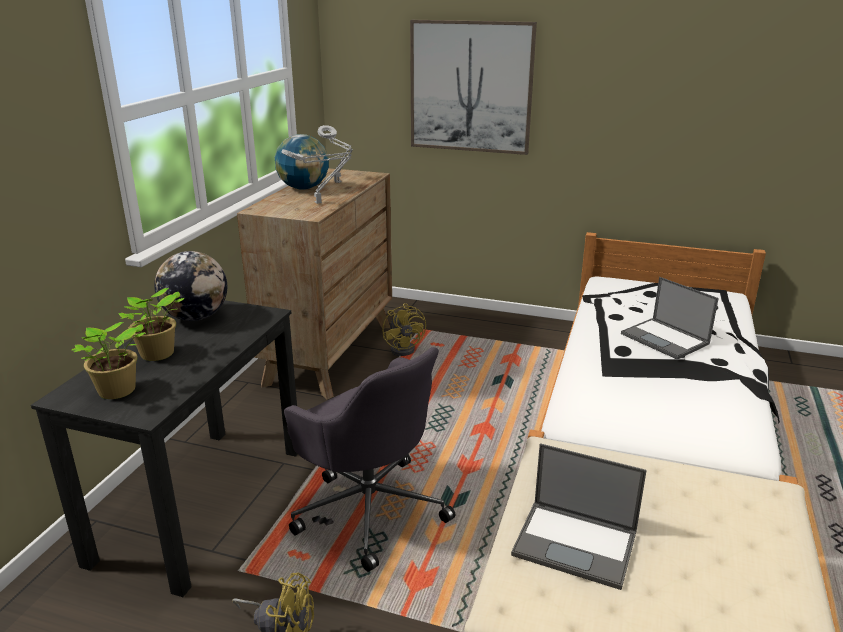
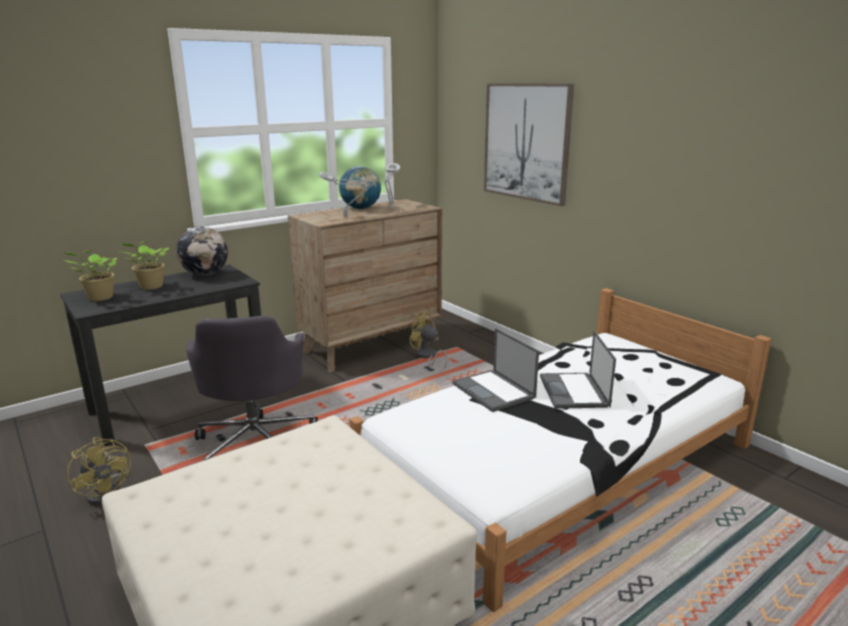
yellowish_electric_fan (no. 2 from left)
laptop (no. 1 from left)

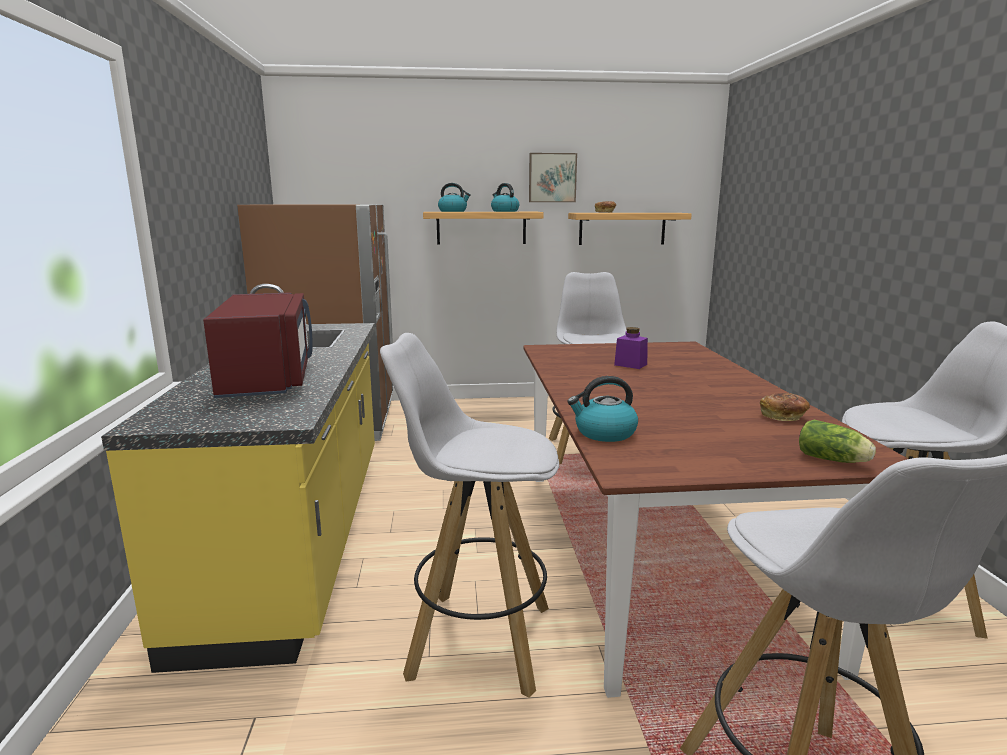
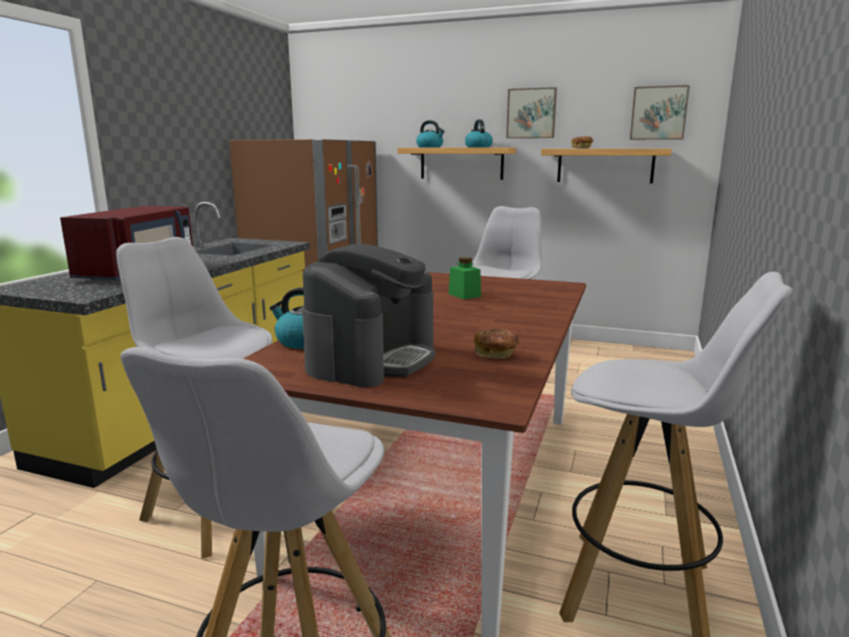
green_jar
lettuce
wall_art (no. 2 from left)
coffee_maker

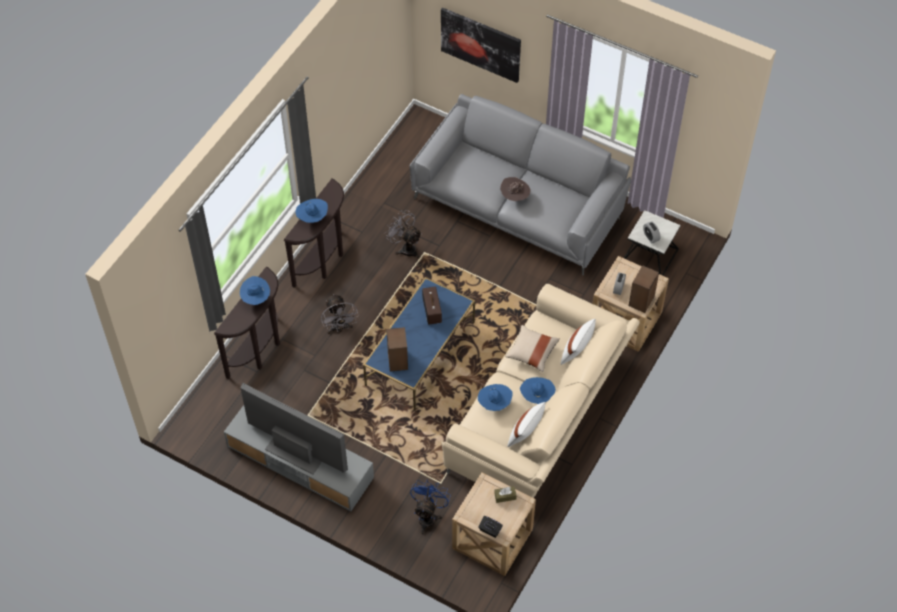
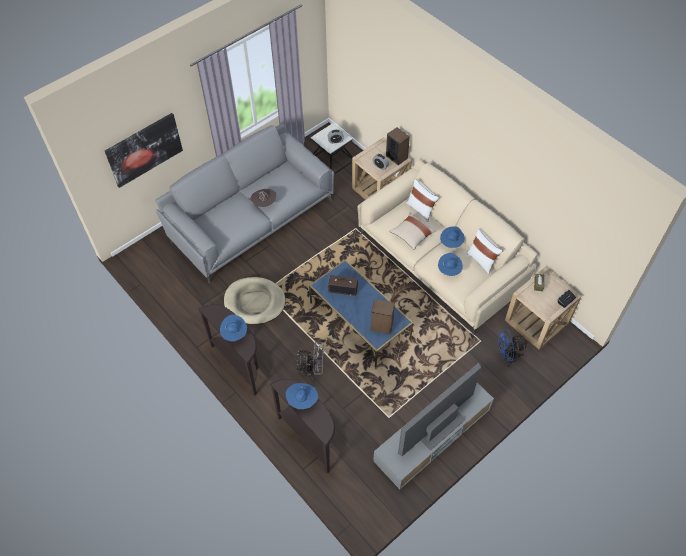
beige-coloured_dog_bed
blue_electric_fan

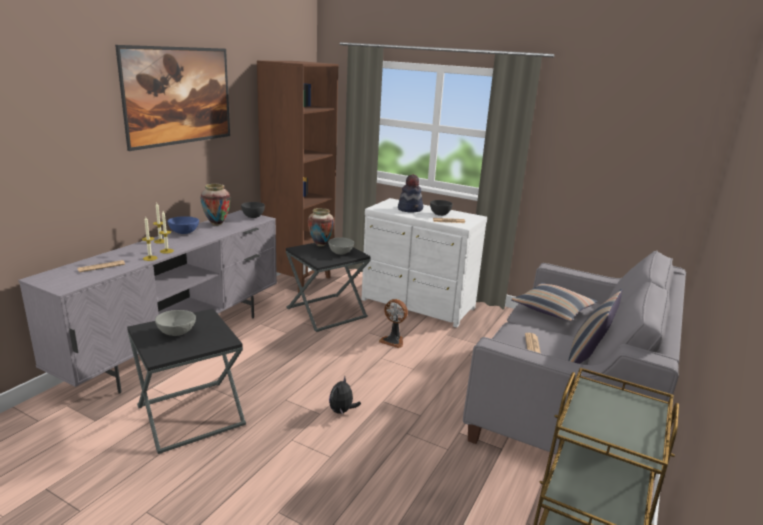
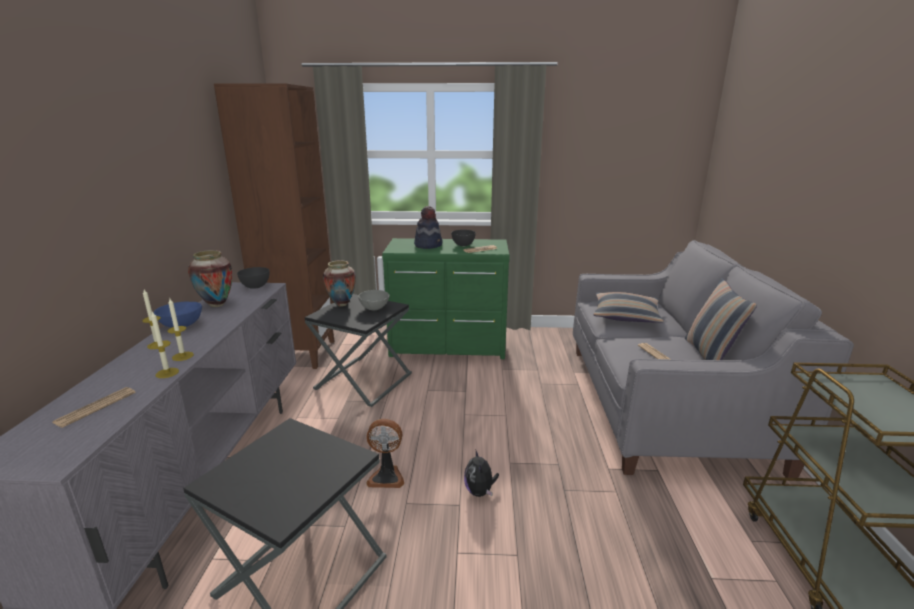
wall_art
green_drawer_chest
electric_fan
grey_bowl (no. 1 from left in the first image)

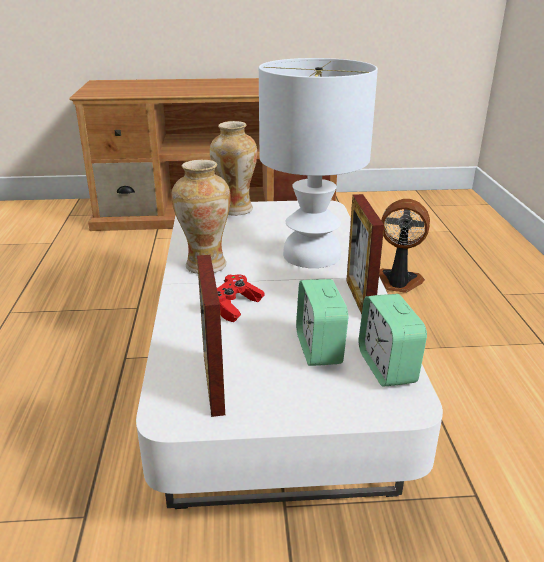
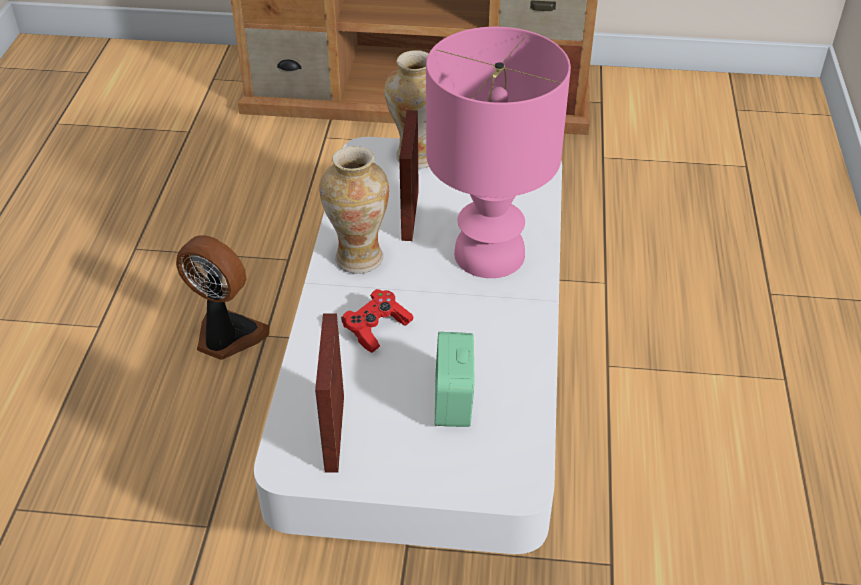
pink-coloured_lamp_for_a_table
picture_frame (no. 2 from left)
electric_fan
alarm_clock (no. 2 from left in the first image)

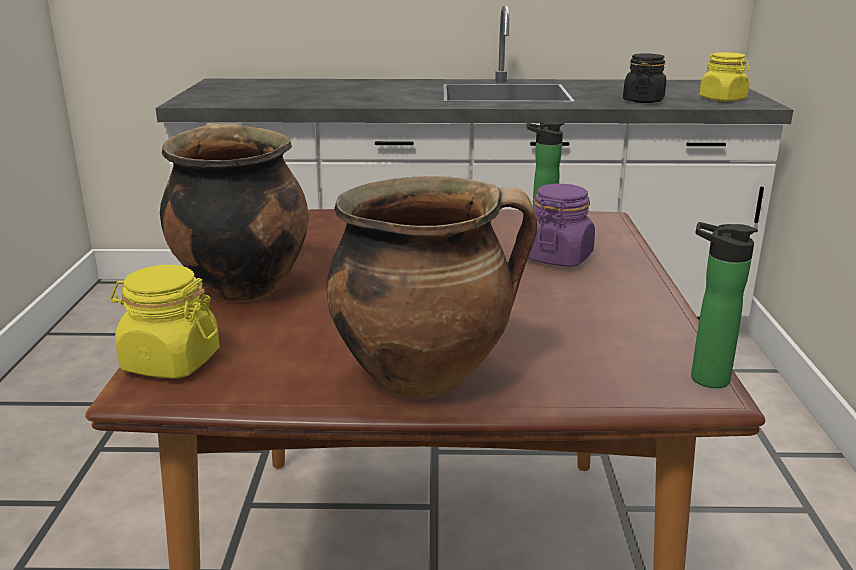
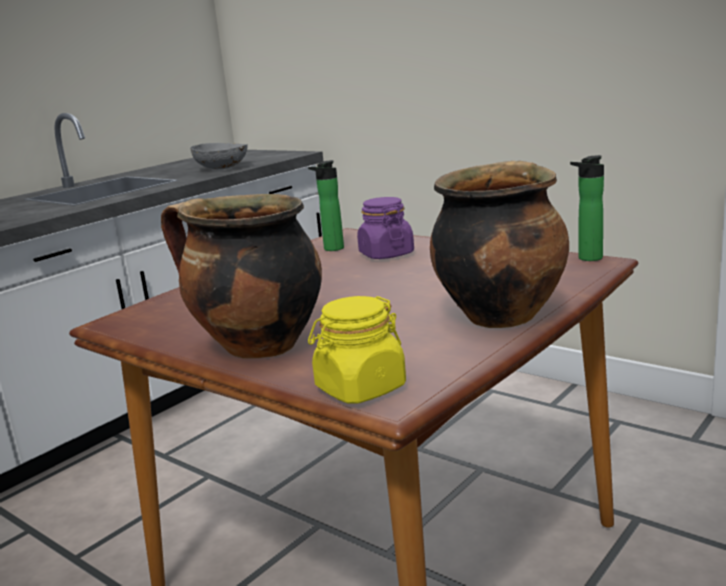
yellowish_jar (no. 2 from left in the first image)
grey_bowl

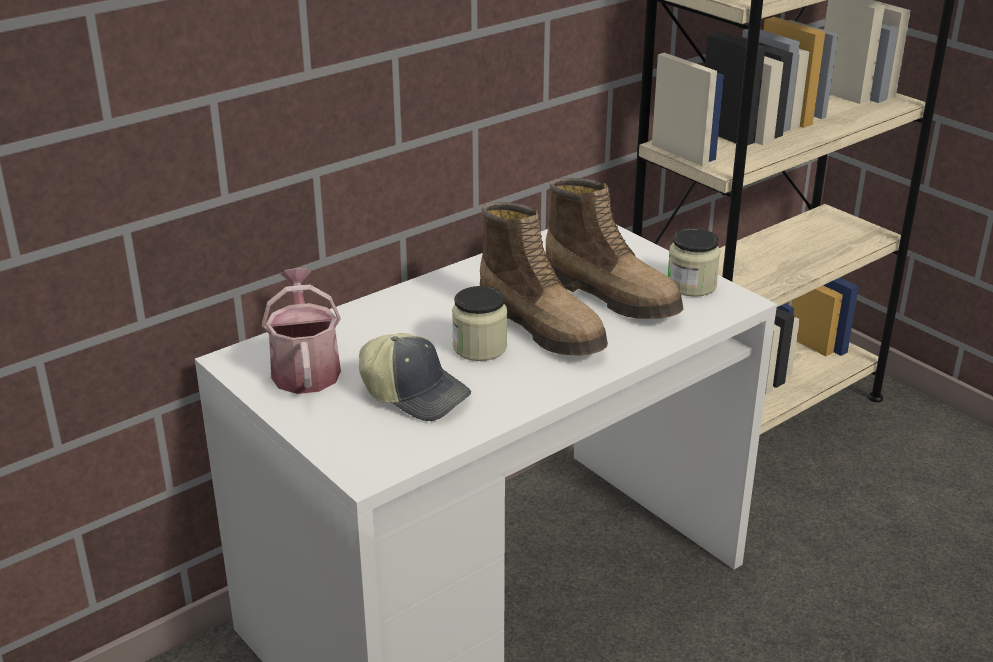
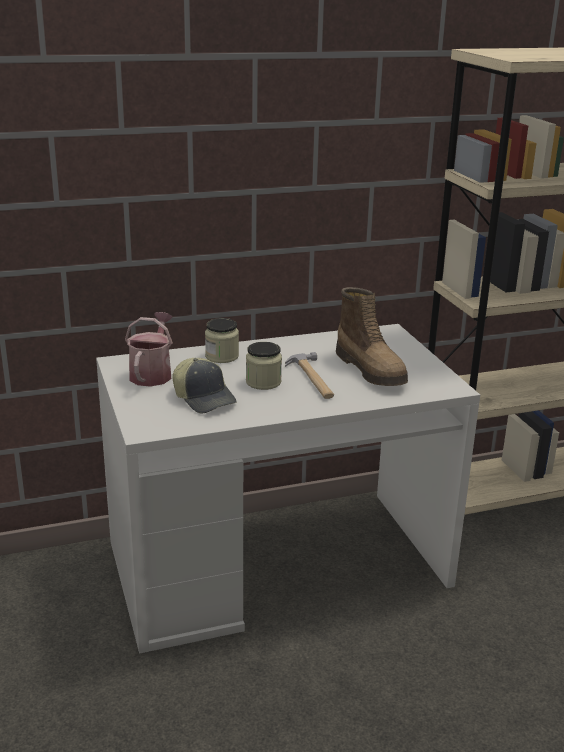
tool_hammer
jar (no. 1 from left)

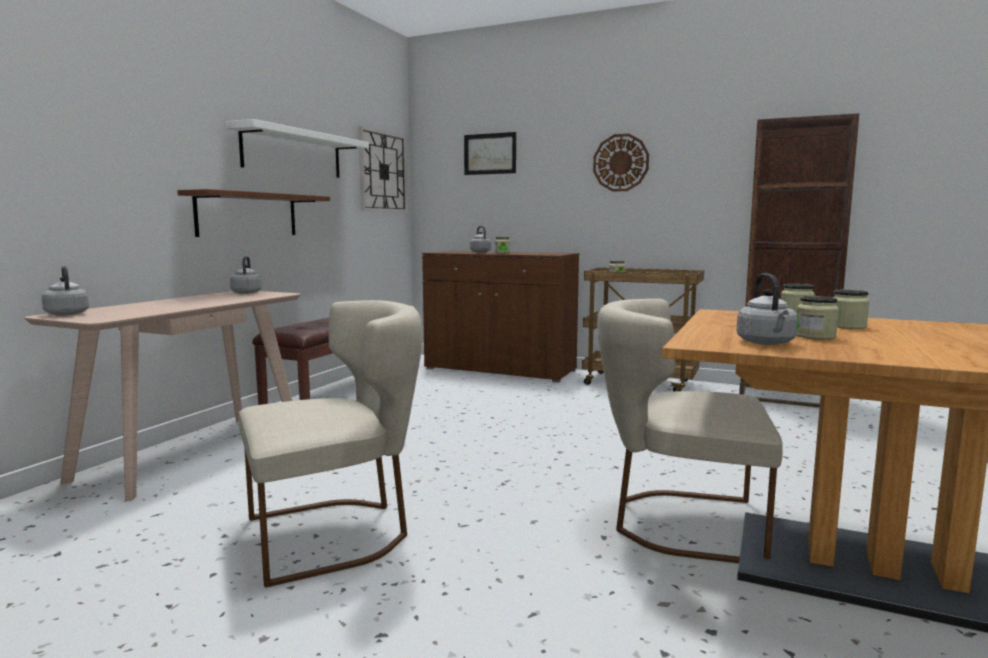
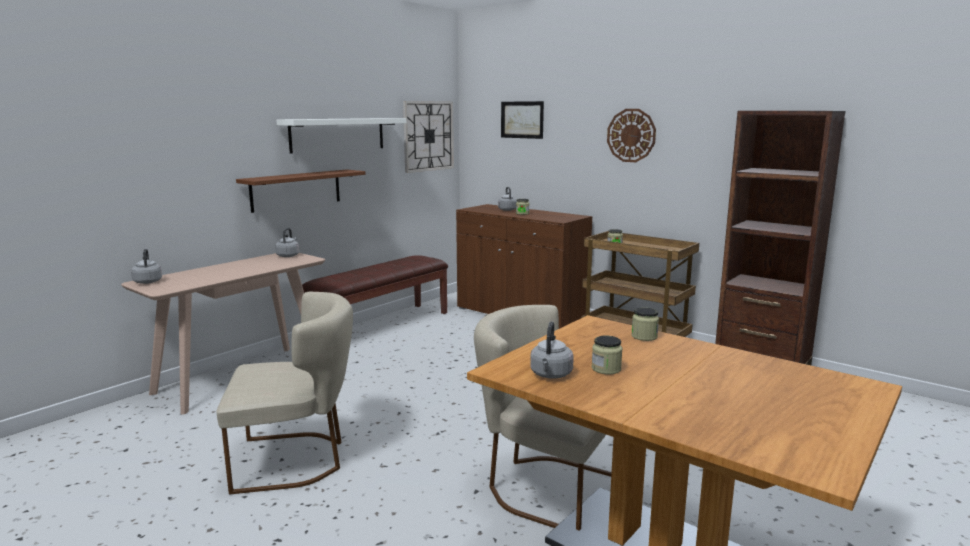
jar (no. 5 from left in the first image)

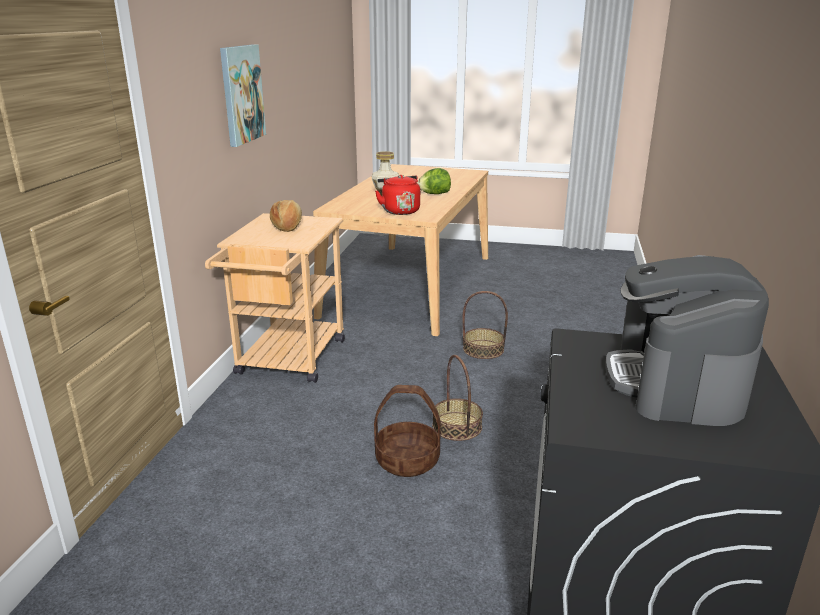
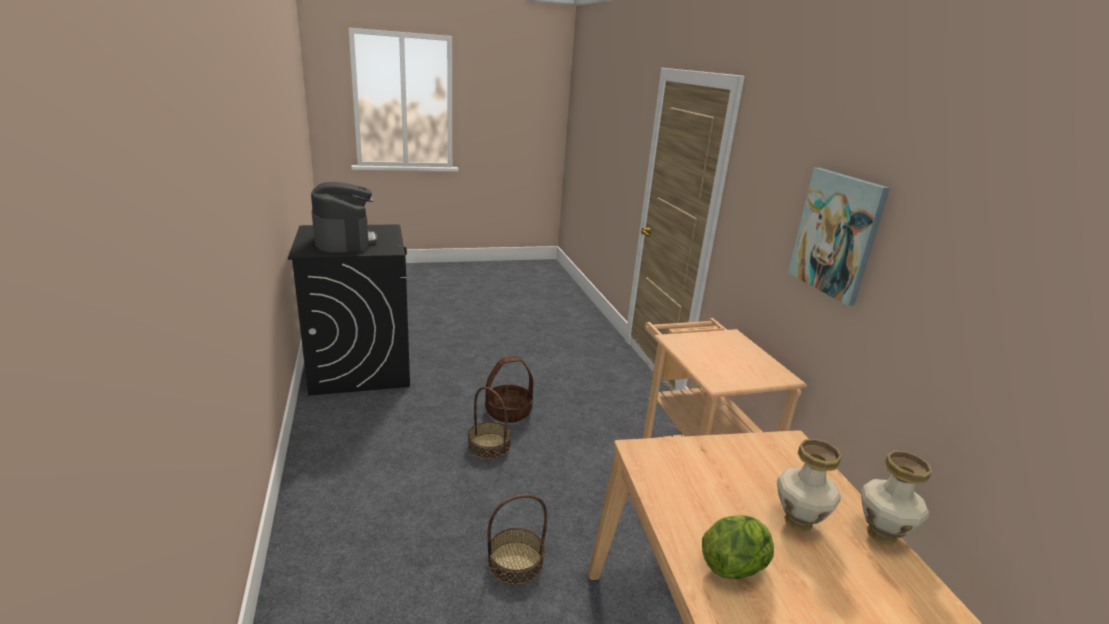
red-coloured_water_kettle
baked_bread
flower_vase (no. 2 from left)

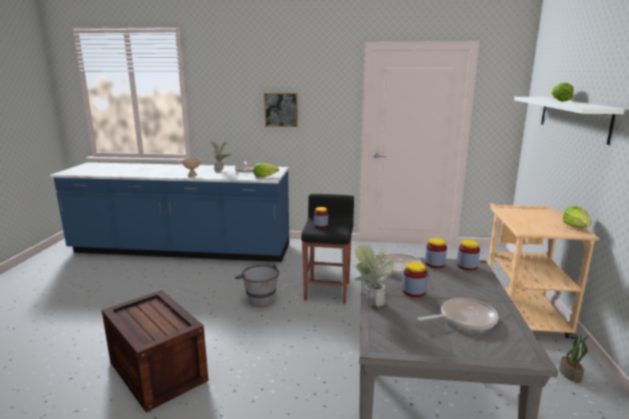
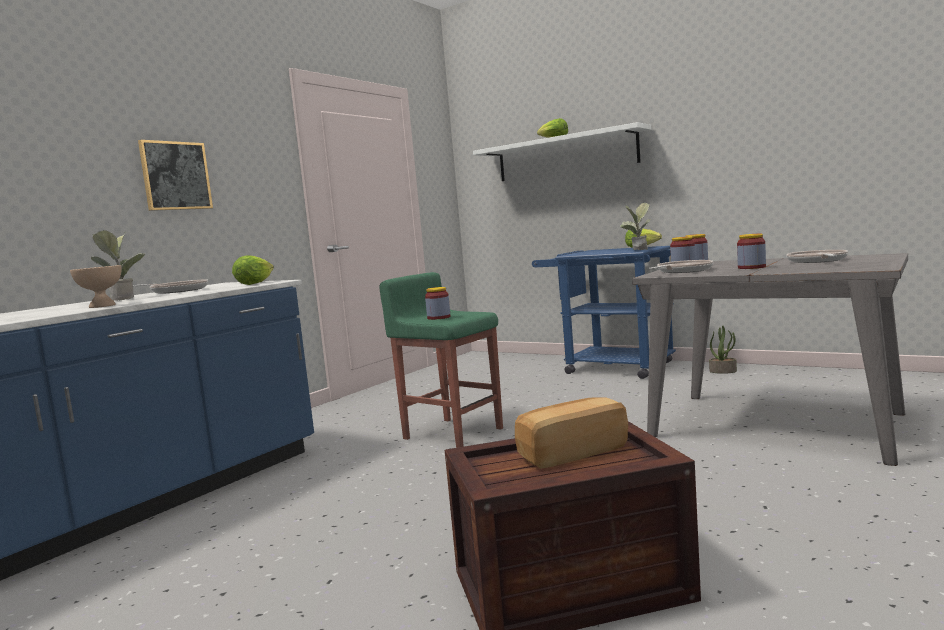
green_stool
blue_cart
plant_in_a_pot (no. 2 from left)
grey_water_bucket
baked_bread

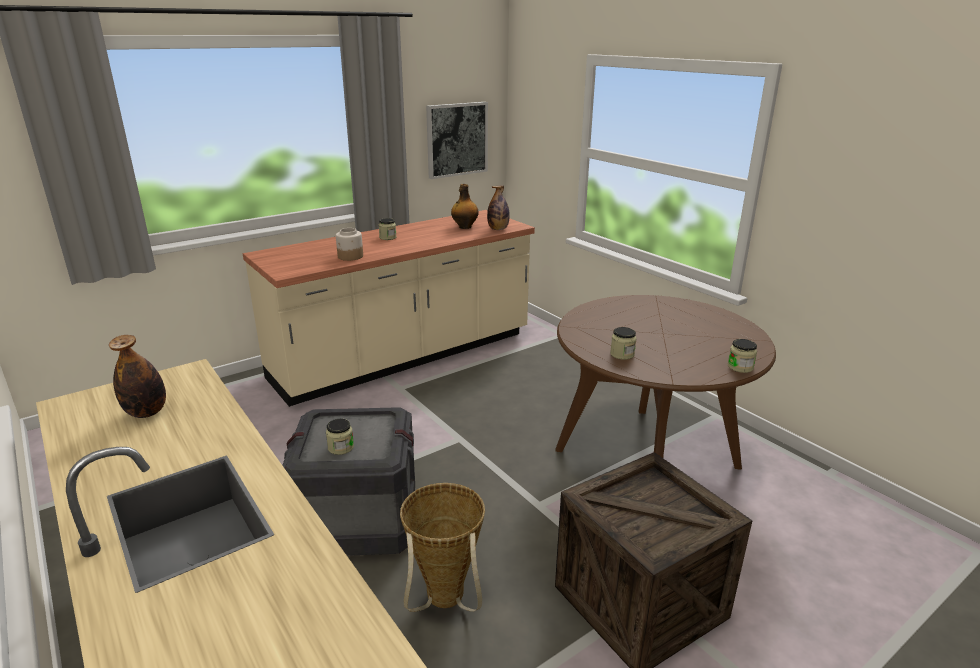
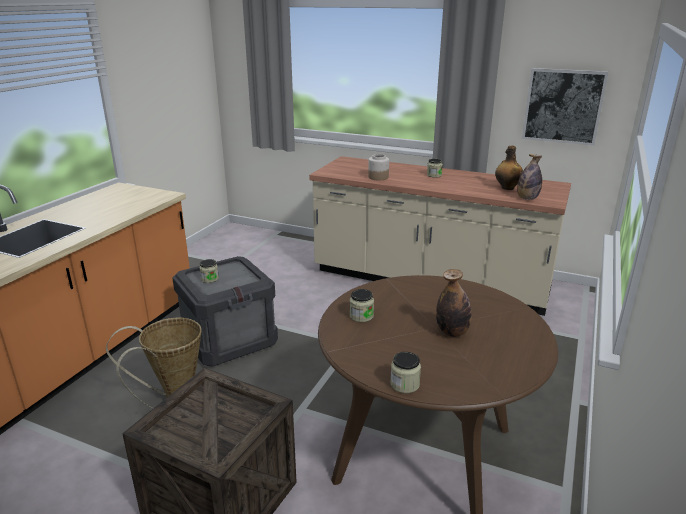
drink_bottle (no. 1 from left)

